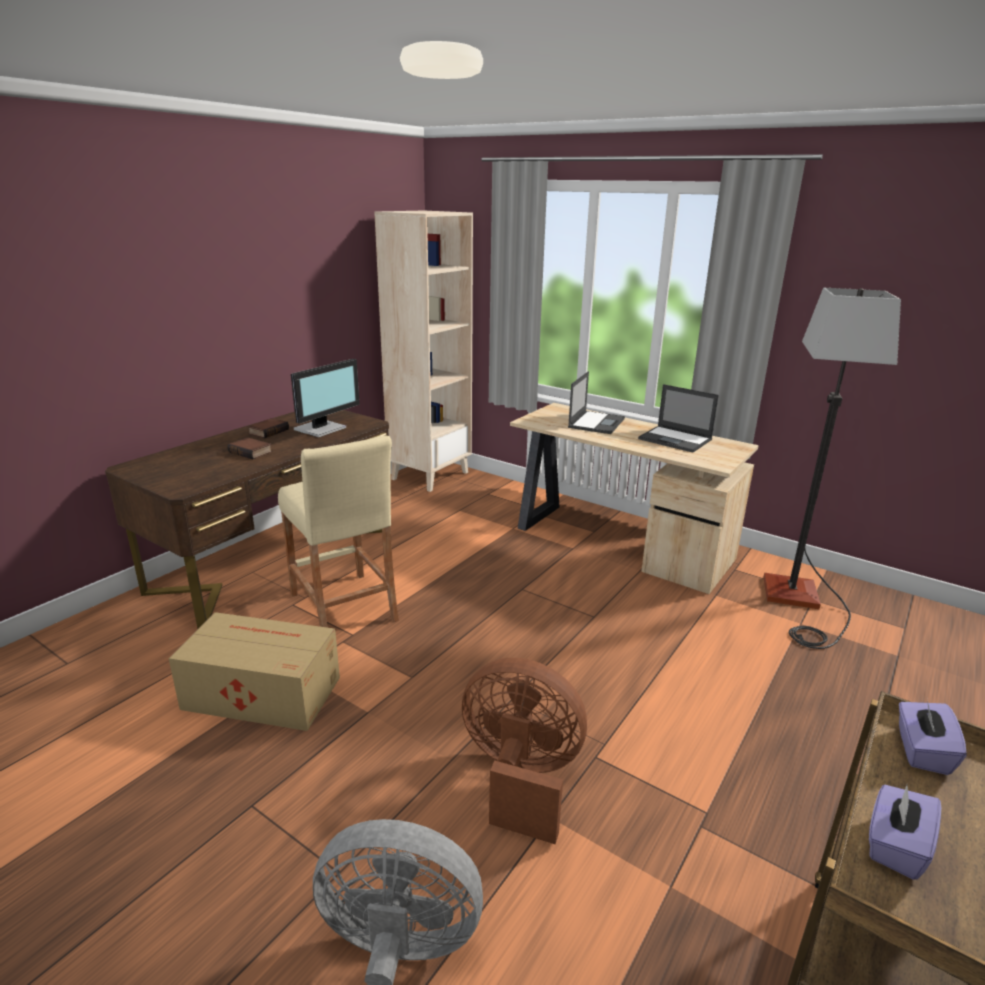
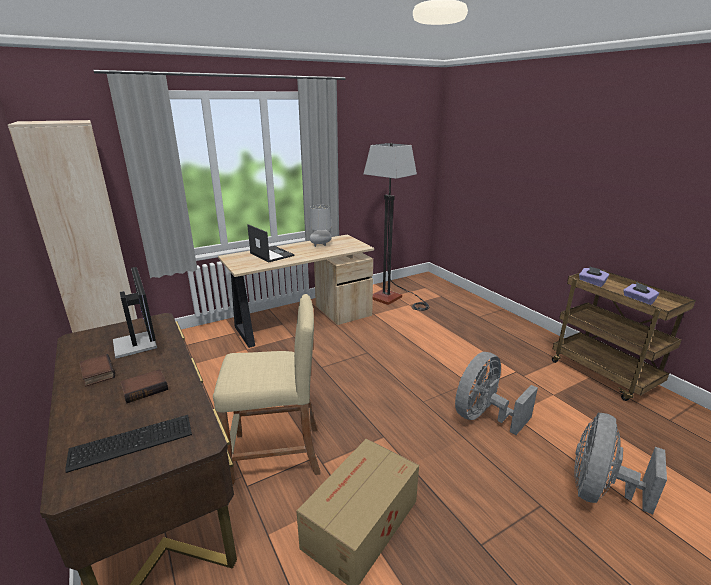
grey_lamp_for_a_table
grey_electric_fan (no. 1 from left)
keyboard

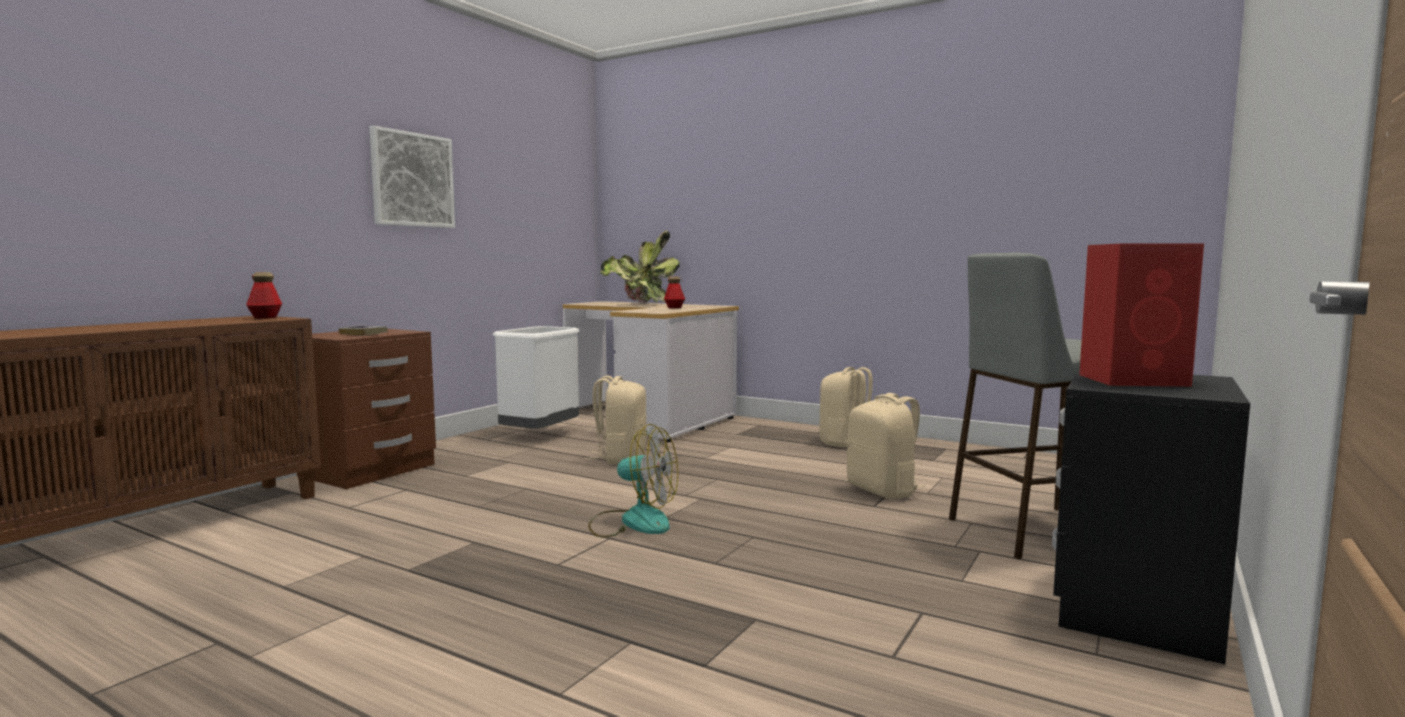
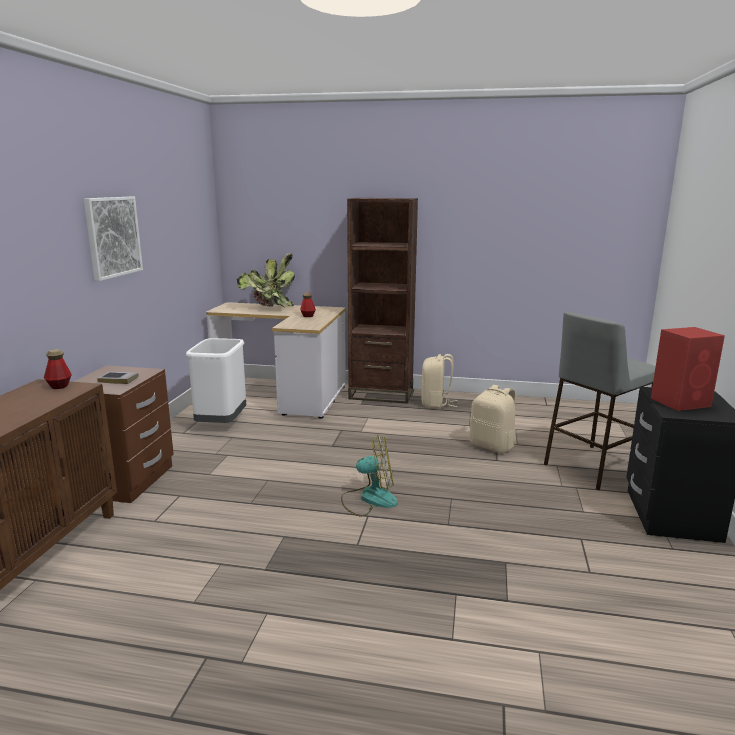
beige-coloured_knapsack (no. 1 from left in the first image)
brown-coloured_bookcase

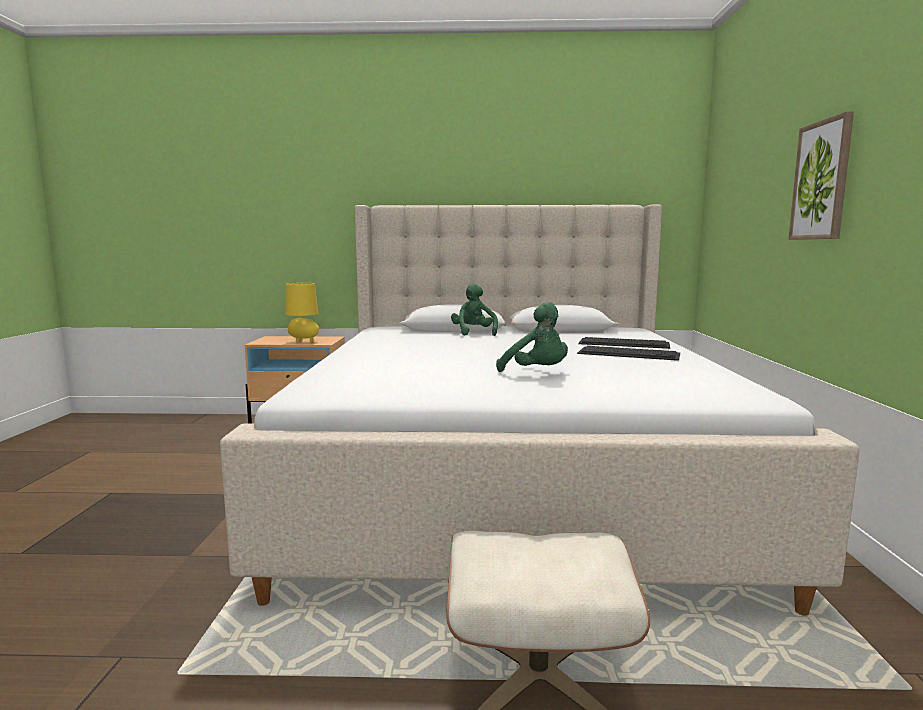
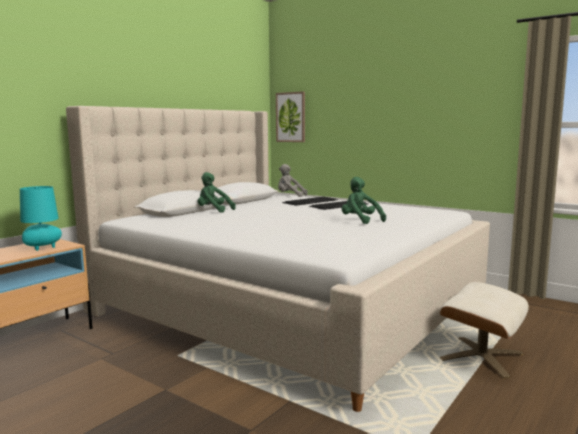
wall_art
turquoise-coloured_lamp_for_a_table
green_soft_toy (no. 2 from left)
grey_soft_toy

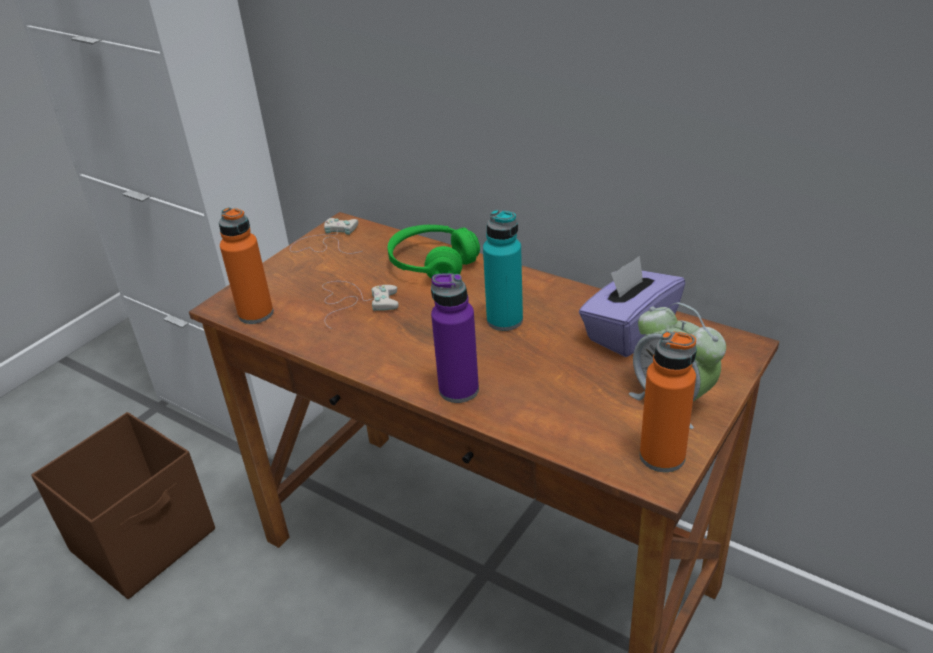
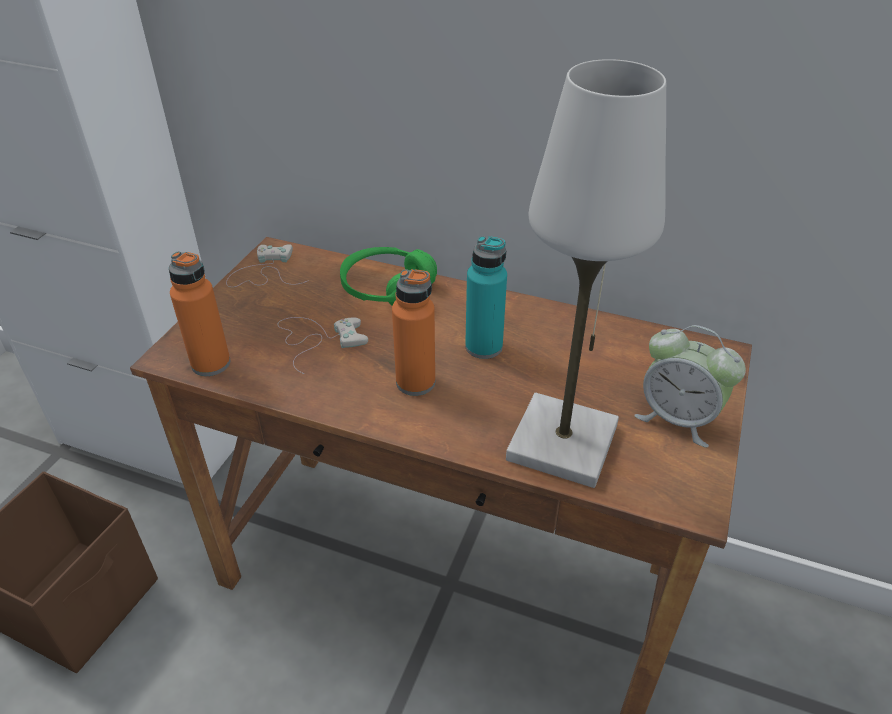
purplish_tissue_holder
purplish_drink_bottle
orange-coloured_drink_bottle (no. 2 from left)
white-coloured_lamp_for_a_table

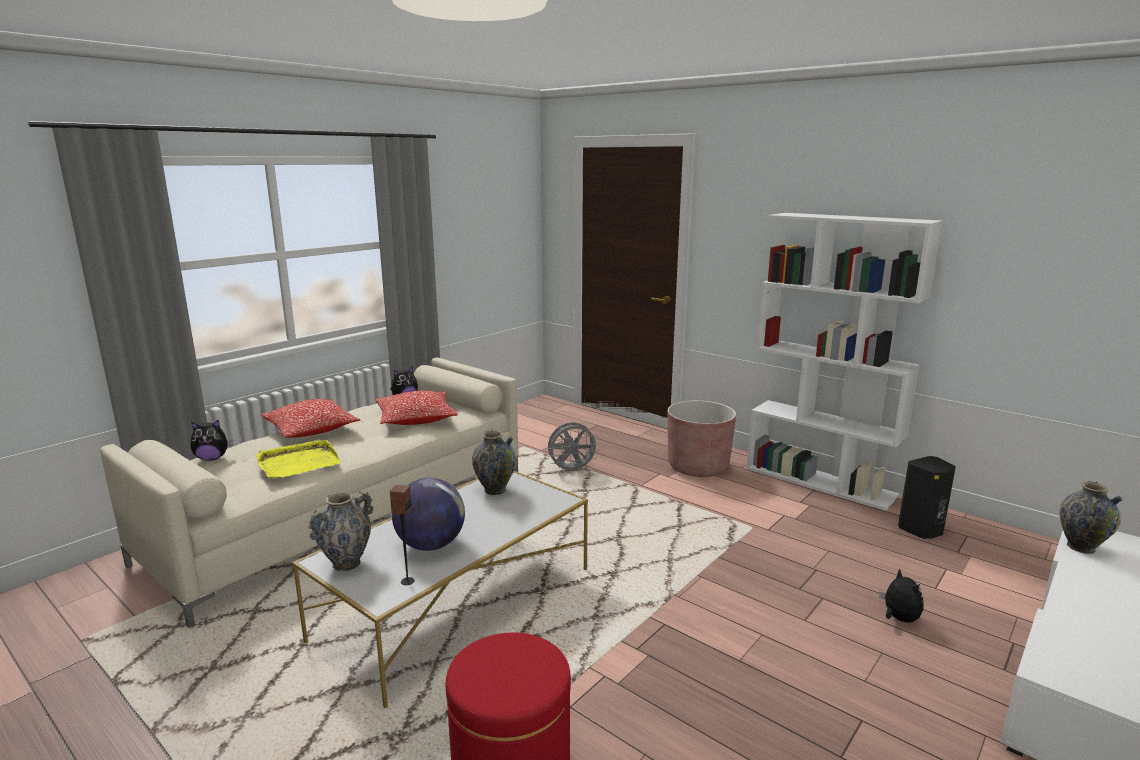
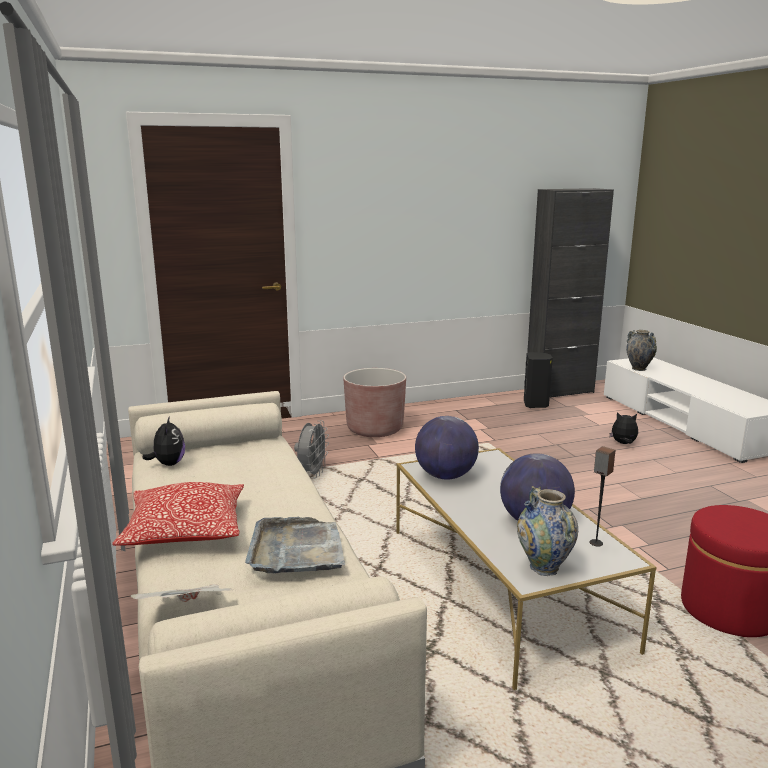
white-coloured_bookcase
pillow (no. 2 from left in the first image)
newspaper
world_globe (no. 1 from left)
grey_tray
black_cupboard

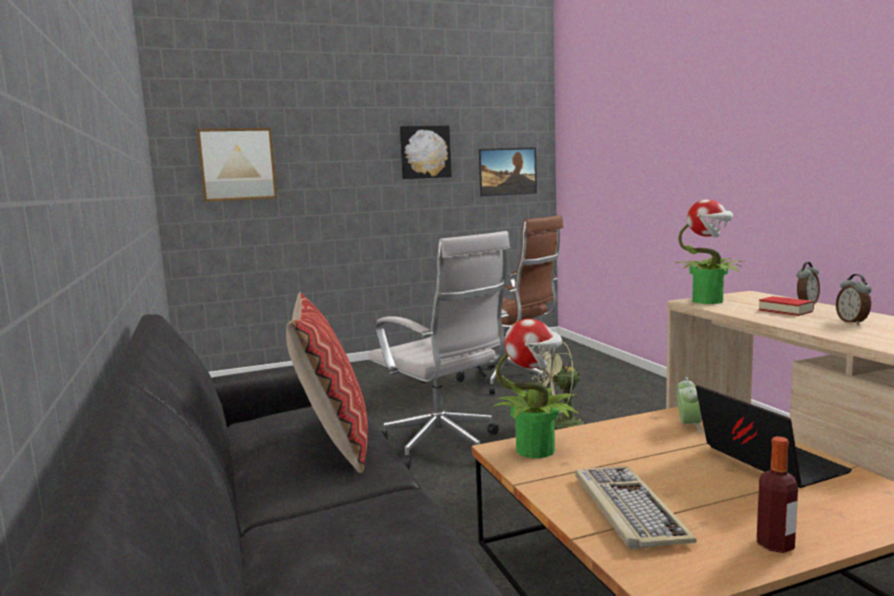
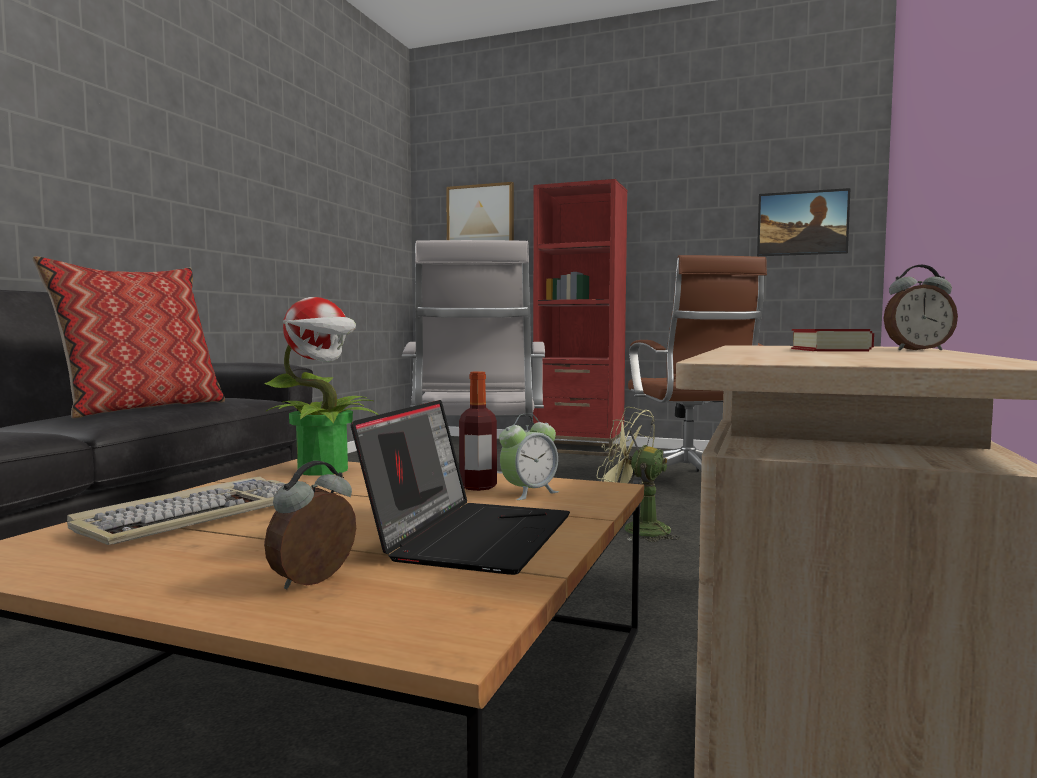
wall_art (no. 2 from left in the first image)
plant_in_a_pot (no. 2 from left in the first image)
alarm_clock (no. 1 from left)
drink_bottle
red-coloured_bookcase

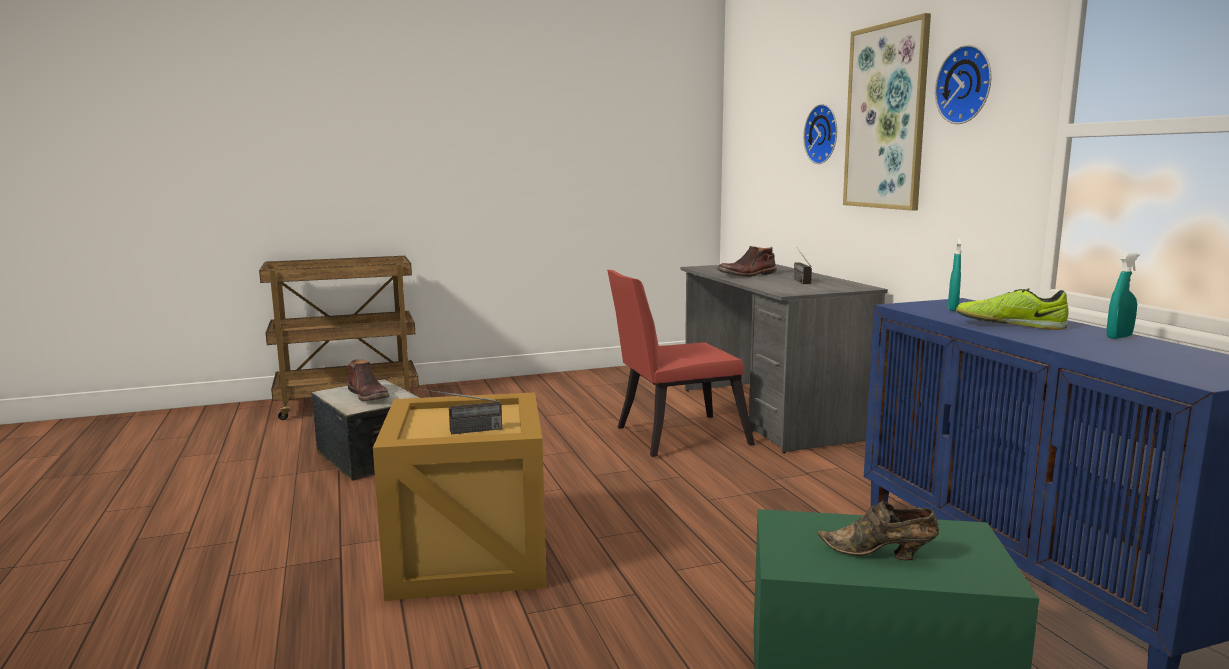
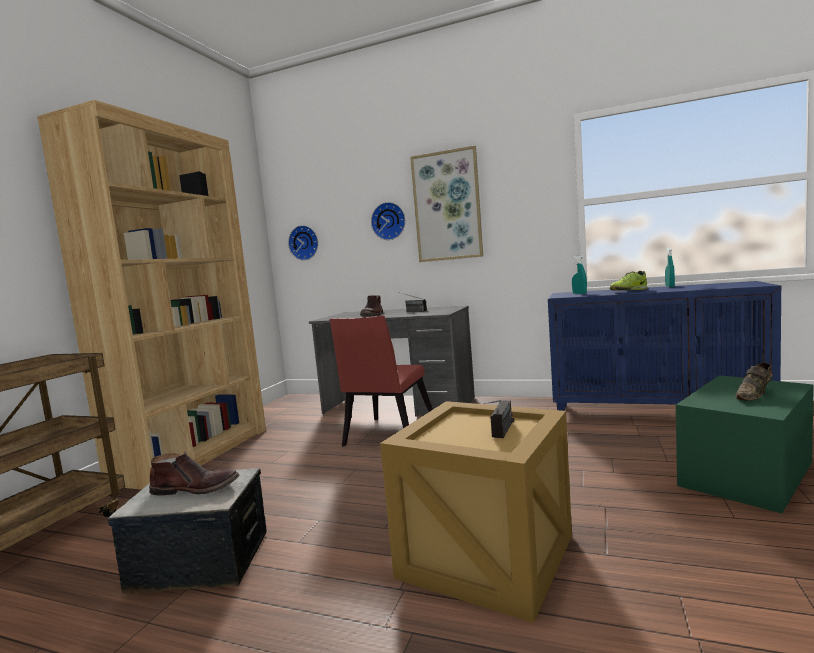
hanging_clock (no. 1 from left)
brown-coloured_bookcase

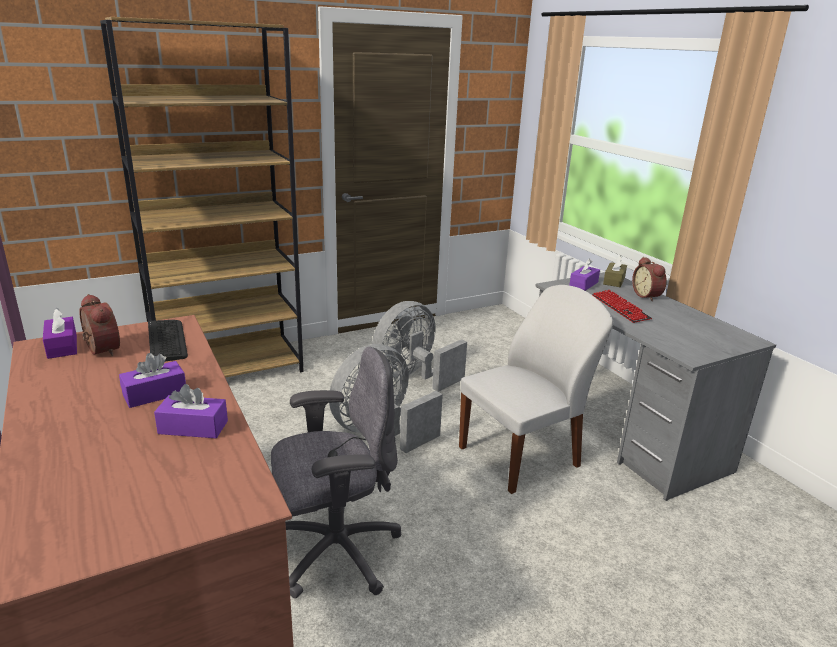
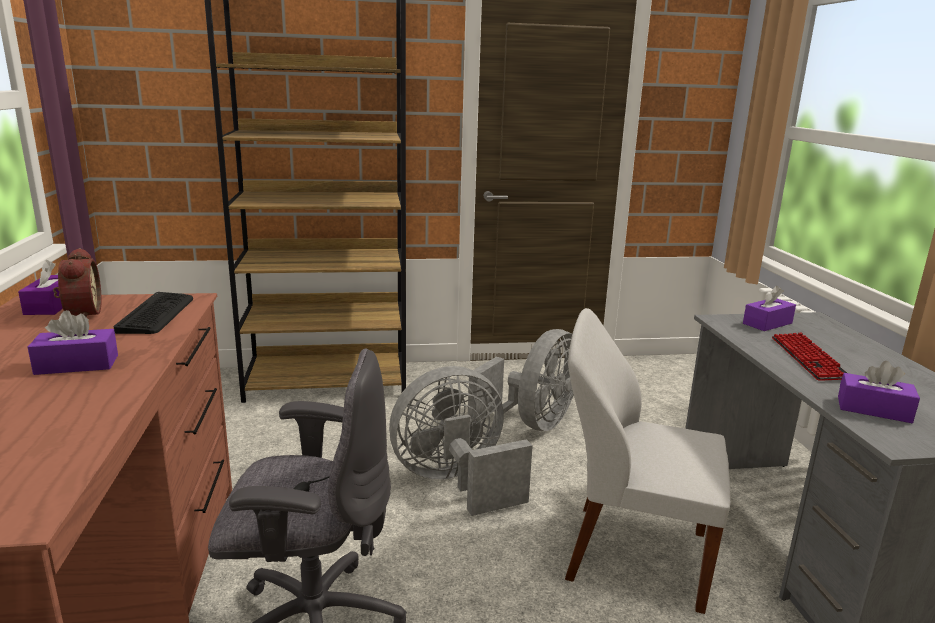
brown-coloured_tissue_holder
alarm_clock (no. 2 from left in the first image)
white-coloured_chair
grey_electric_fan (no. 2 from left)
purplish_tissue_holder (no. 4 from left)

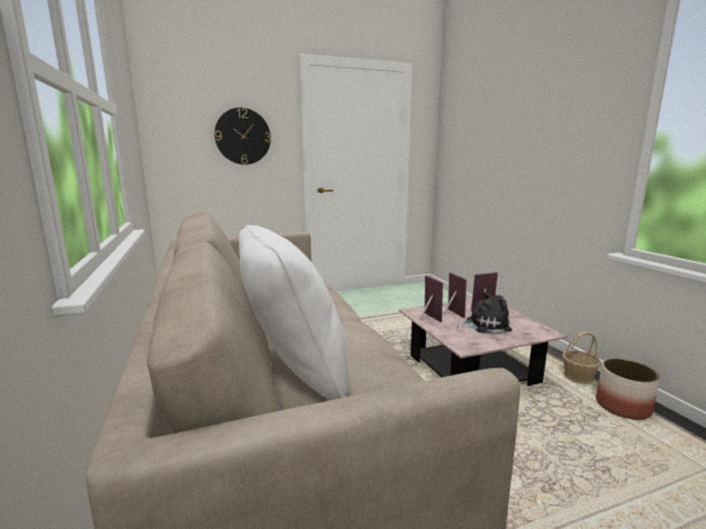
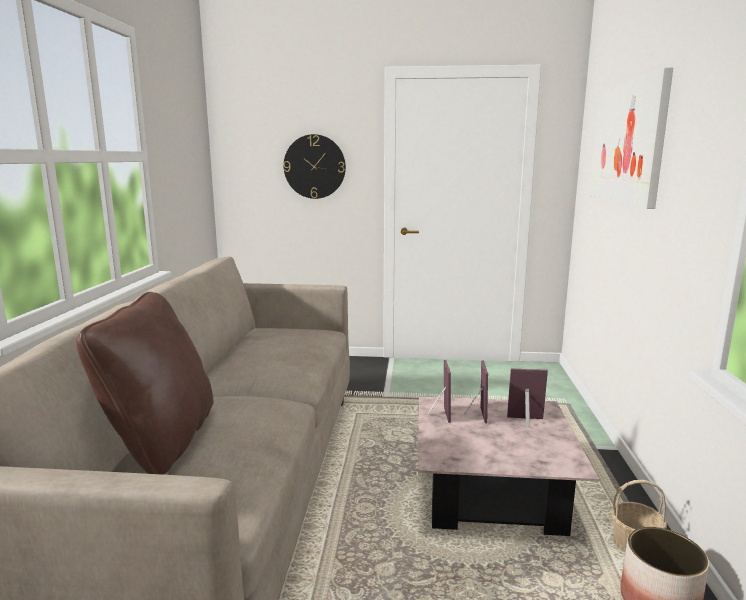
brown-coloured_pillow
soft_toy
wall_art

